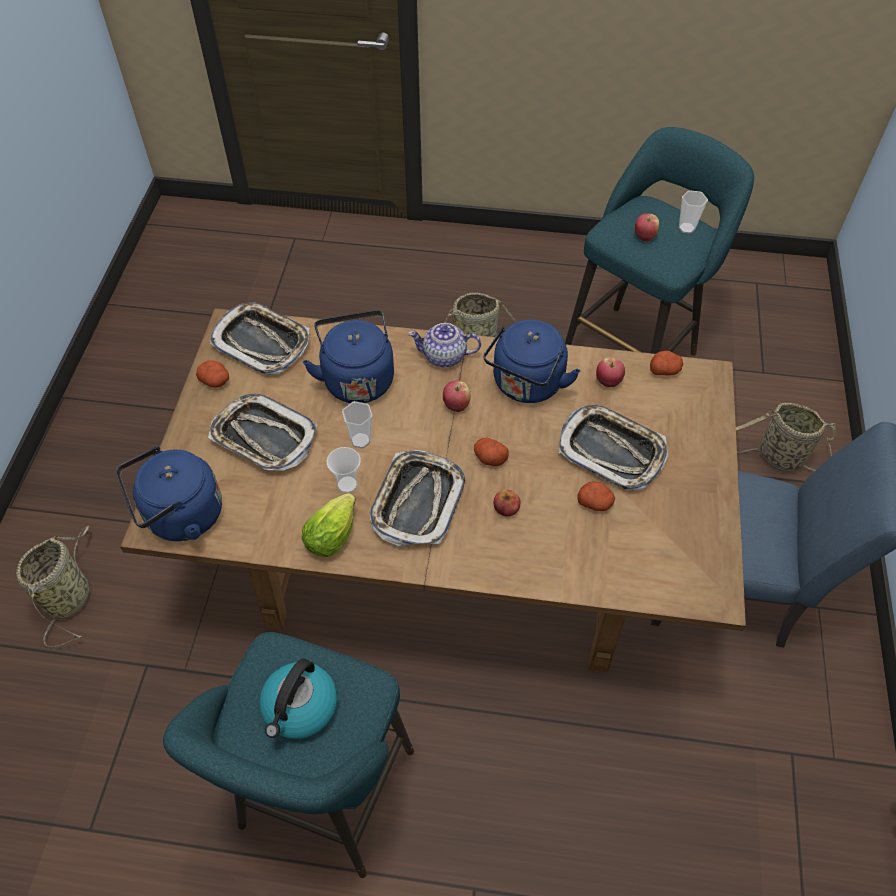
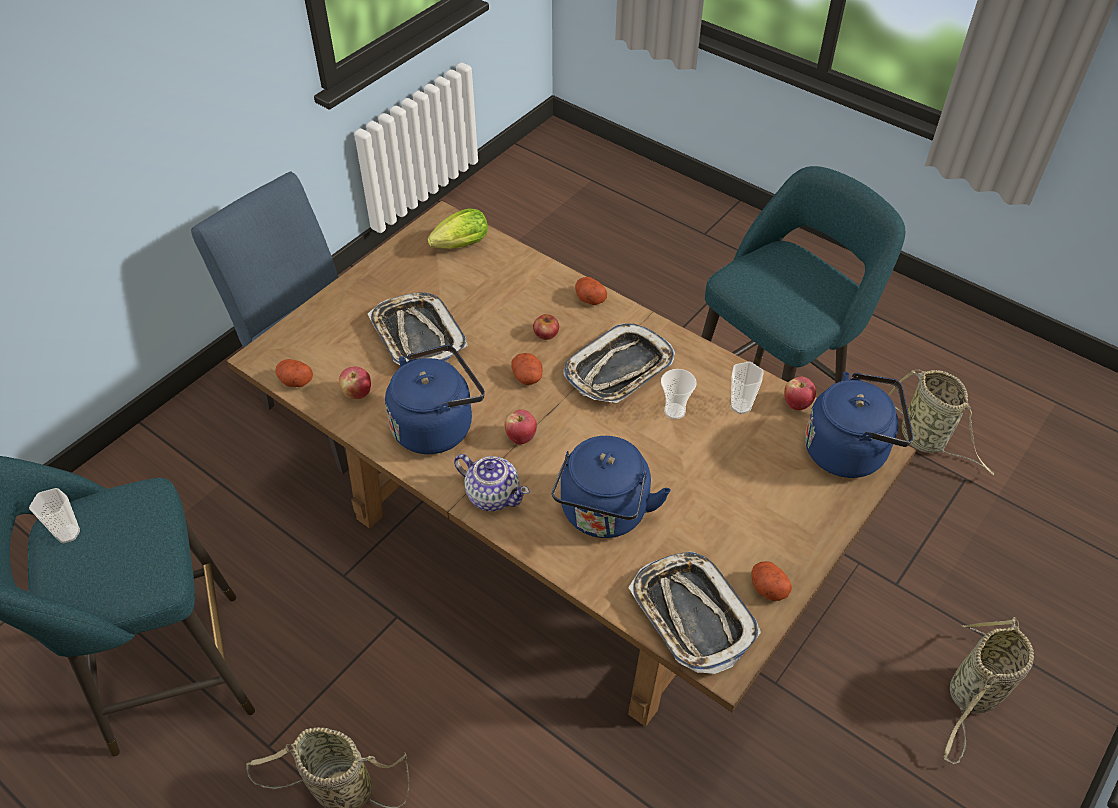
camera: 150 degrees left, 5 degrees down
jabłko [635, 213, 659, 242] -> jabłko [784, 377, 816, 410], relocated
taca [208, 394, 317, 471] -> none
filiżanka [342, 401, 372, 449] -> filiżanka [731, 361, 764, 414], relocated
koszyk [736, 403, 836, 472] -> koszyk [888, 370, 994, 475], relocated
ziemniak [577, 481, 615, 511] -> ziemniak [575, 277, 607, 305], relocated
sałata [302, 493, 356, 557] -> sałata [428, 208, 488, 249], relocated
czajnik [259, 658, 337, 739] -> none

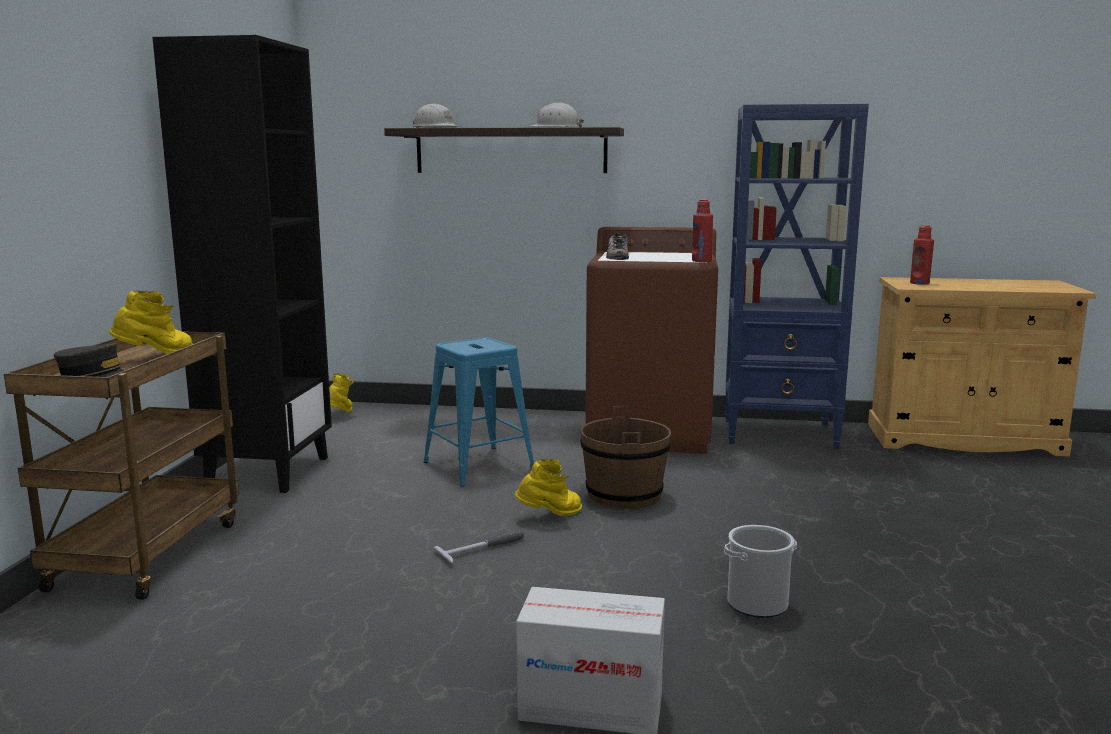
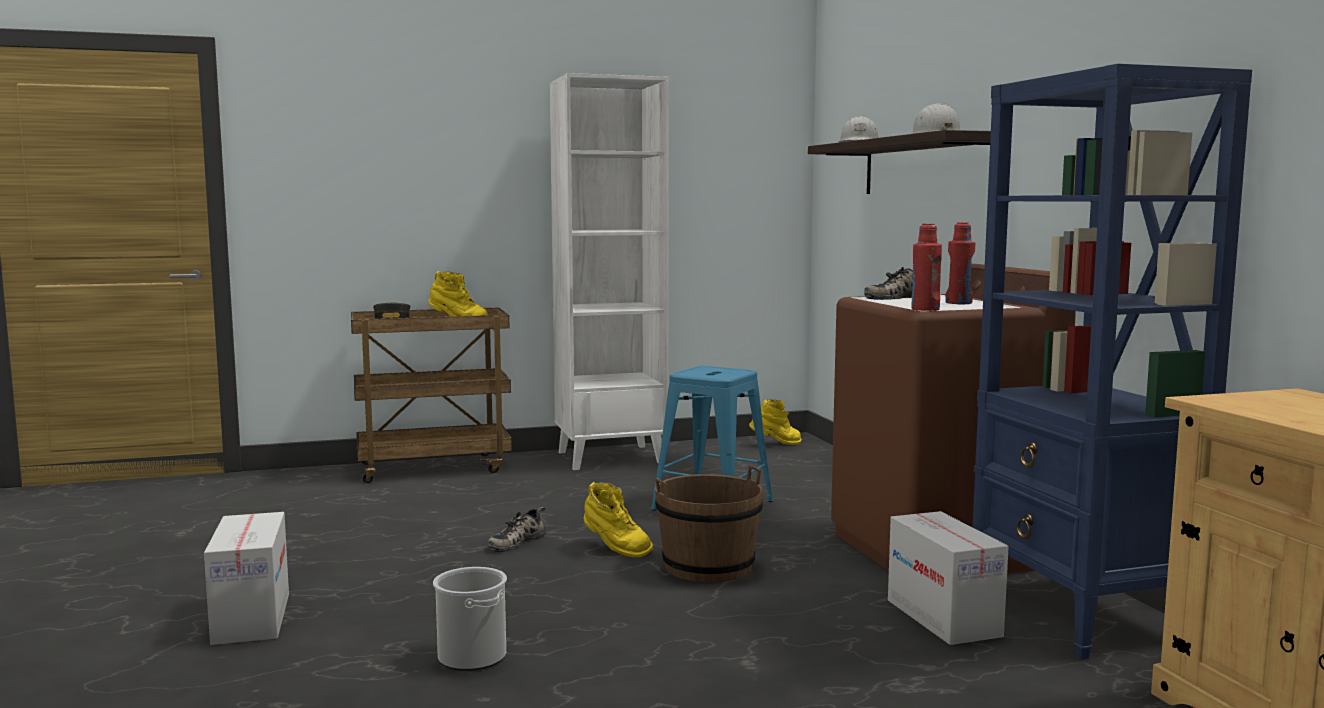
camera: 65 degrees right, 5 degrees down
regał [czarny] [152, 35, 332, 493] -> regał [biały] [550, 73, 669, 470]
butelka [czerwony] [910, 225, 934, 285] -> butelka [czerwony] [945, 222, 975, 304], relocated
młotek [433, 530, 524, 563] -> but [488, 507, 546, 552]
none -> karton [888, 511, 1009, 645]

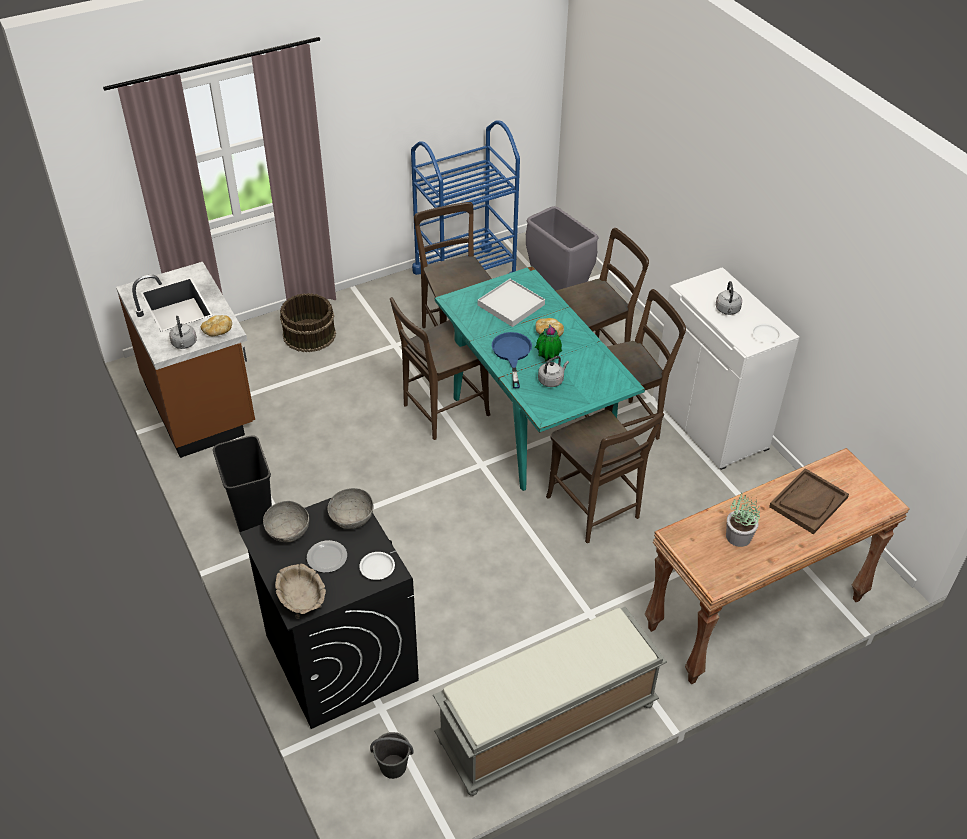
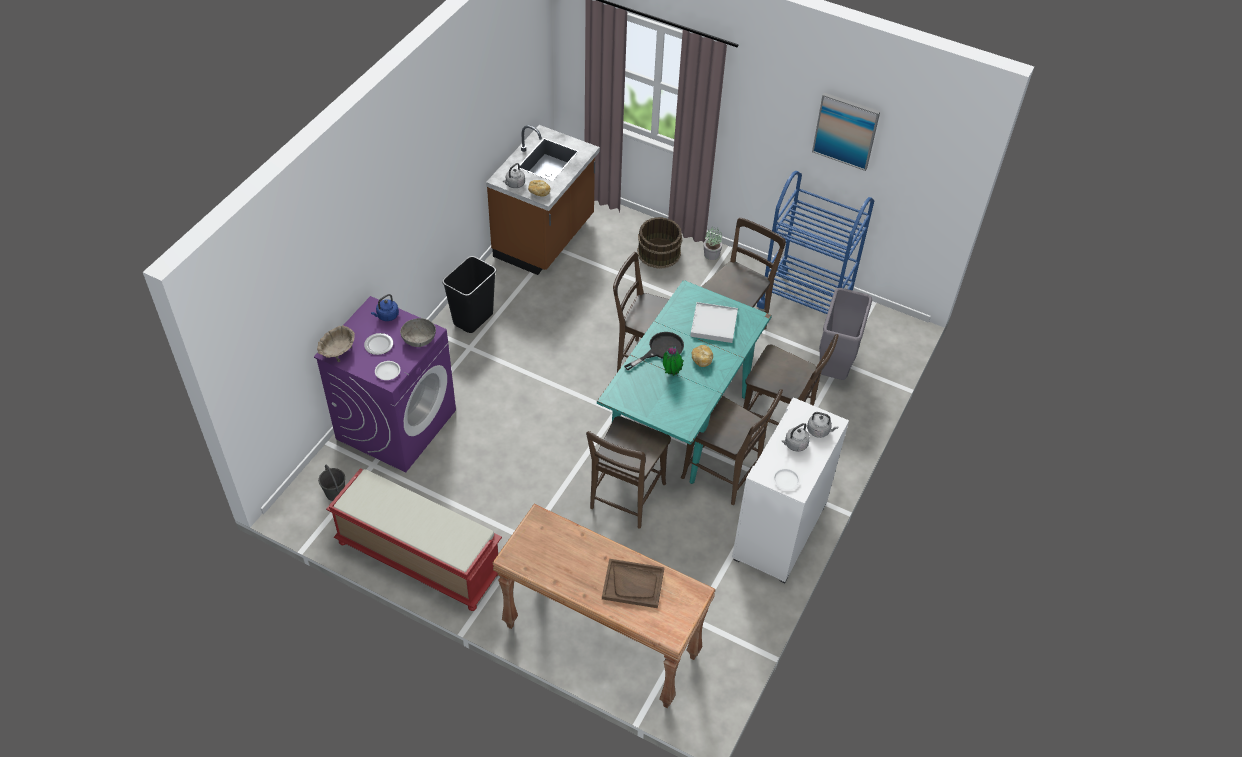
camera: 55 degrees right, 5 degrees up
patelnia [niebieski] [492, 332, 532, 388] -> patelnia [czarny] [624, 332, 684, 370]
czajnik [szary] [538, 356, 569, 387] -> czajnik [szary] [807, 412, 838, 438], relocated
roślina doniczkowa [726, 493, 760, 547] -> roślina doniczkowa [704, 228, 722, 260], relocated
pralka [czarny] [240, 498, 419, 729] -> pralka [fioletowy] [314, 296, 456, 472]
miska [szary] [263, 501, 309, 542] -> czajnik [niebieski] [371, 294, 399, 321]
ławka [szary] [433, 607, 667, 796] -> ławka [czerwony] [326, 468, 502, 611]
none -> obraz [812, 93, 880, 171]

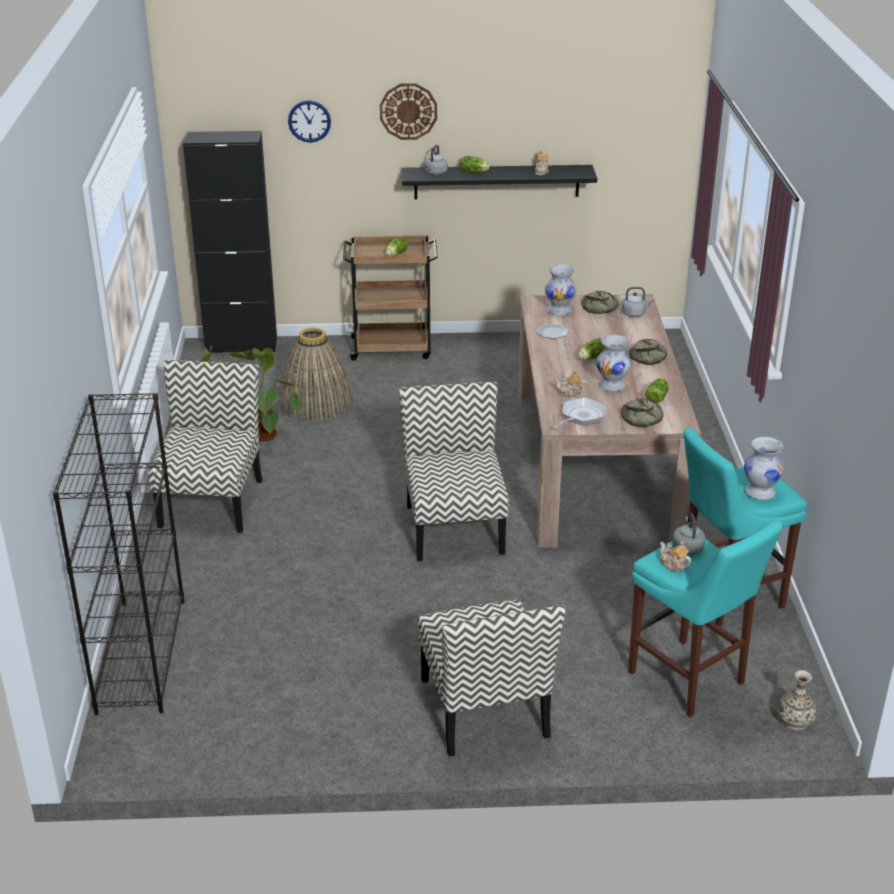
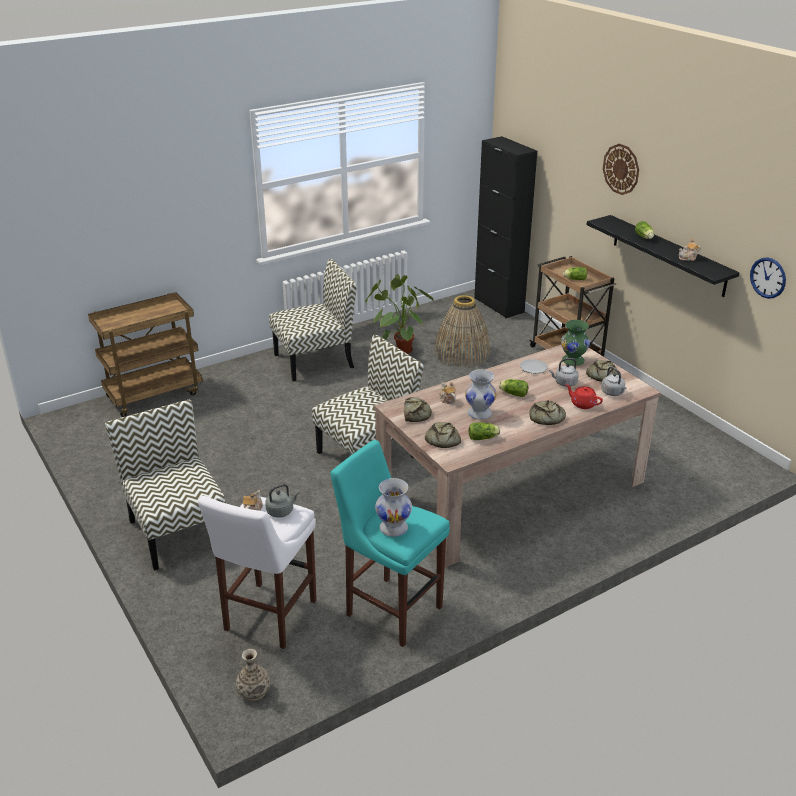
camera: 60 degrees right, 0 degrees up
zegar ścienny [288, 100, 331, 143] -> zegar ścienny [750, 257, 786, 299], relocated
czajnik [szary] [425, 145, 447, 175] -> czajnik [szary] [549, 358, 579, 387], relocated
wazon [biały] [545, 264, 577, 316] -> wazon [zielony] [561, 320, 590, 366]
regał [czarny] [53, 392, 184, 715] -> wózek [brązowy] [88, 292, 202, 417]
patelnia [553, 397, 606, 429] -> chleb [404, 397, 432, 422]
stołek [turkusowy] [628, 520, 783, 717] -> stołek [biały] [198, 496, 317, 649]
krzesło [418, 600, 566, 757] -> krzesło [105, 400, 226, 571], 105 degrees clockwise
none -> imbryk [czerwony] [566, 385, 603, 409]

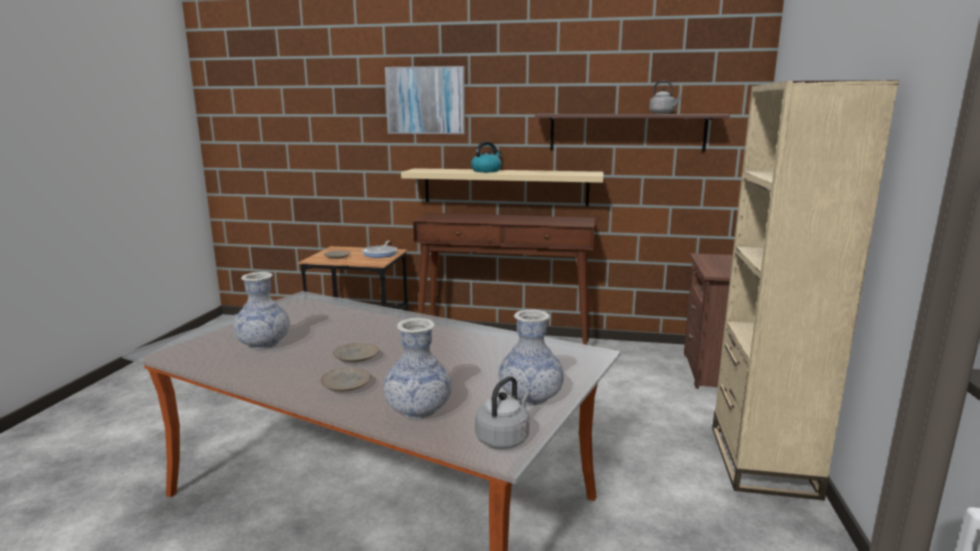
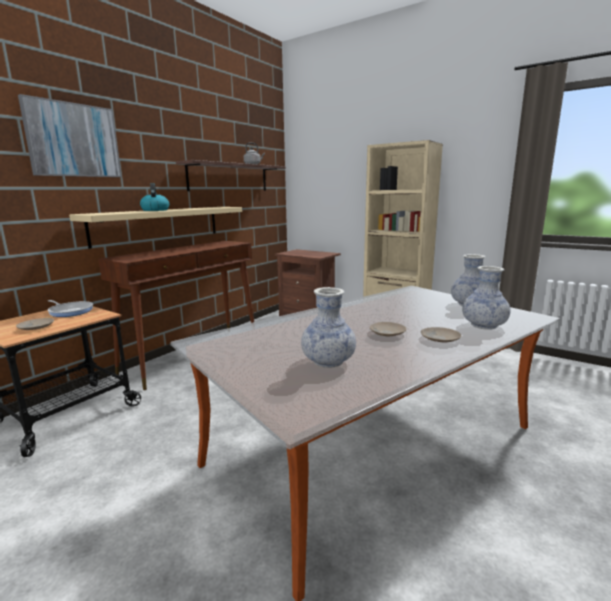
camera: 65 degrees left, 0 degrees up
czajnik [szary] [475, 376, 530, 449] -> none

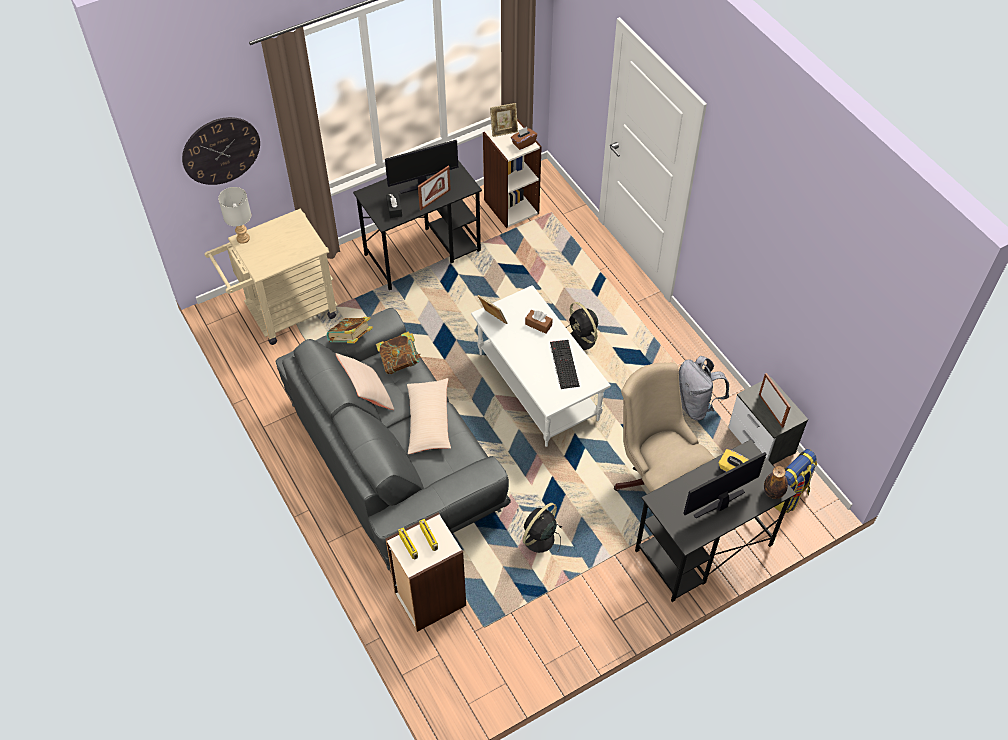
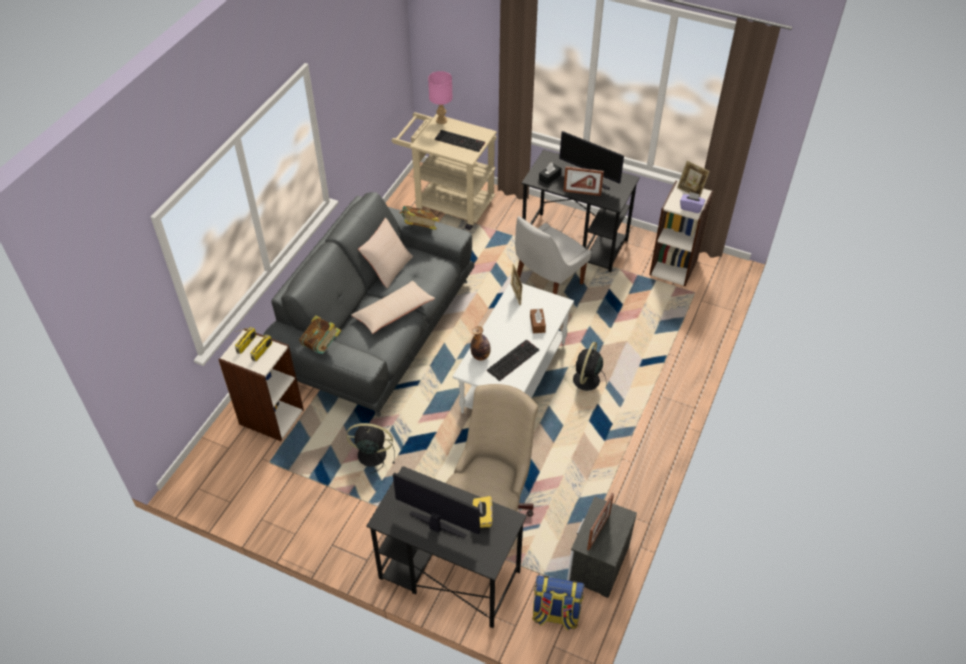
camera: 55 degrees right, 5 degrees down
zegar ścienny [182, 117, 260, 185] -> none
pudełko chusteczek [brązowy] [511, 127, 537, 150] -> pudełko chusteczek [fioletowy] [680, 192, 705, 213]
lampa stołowa [szary] [218, 187, 251, 244] -> lampa stołowa [różowy] [428, 71, 453, 124]
książka [376, 332, 421, 374] -> książka [299, 315, 342, 354], relocated
plecak [szary] [679, 356, 729, 420] -> none
butelka [764, 466, 788, 499] -> butelka [470, 326, 491, 361], relocated
none -> klawiatura [435, 130, 485, 152]
none -> krzesło [biały] [515, 216, 591, 295]

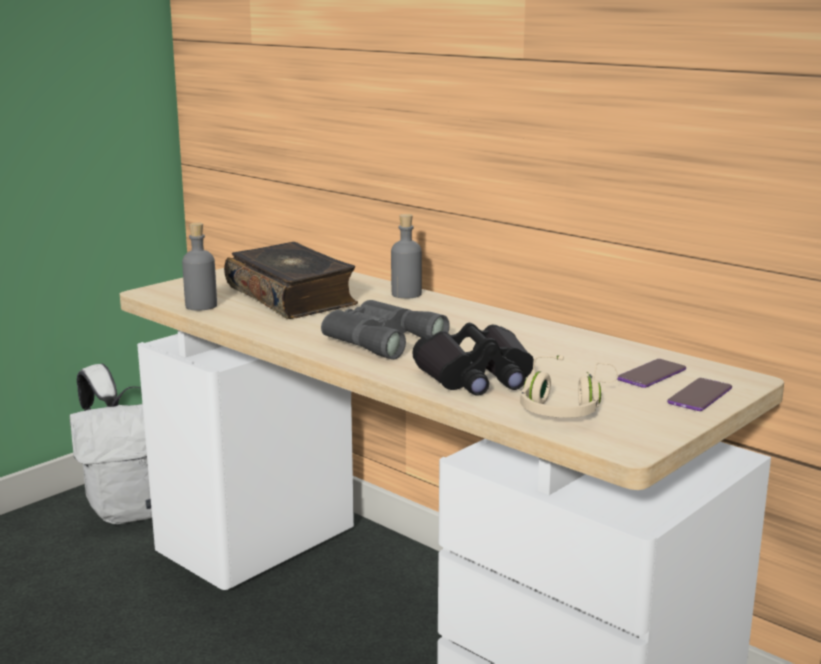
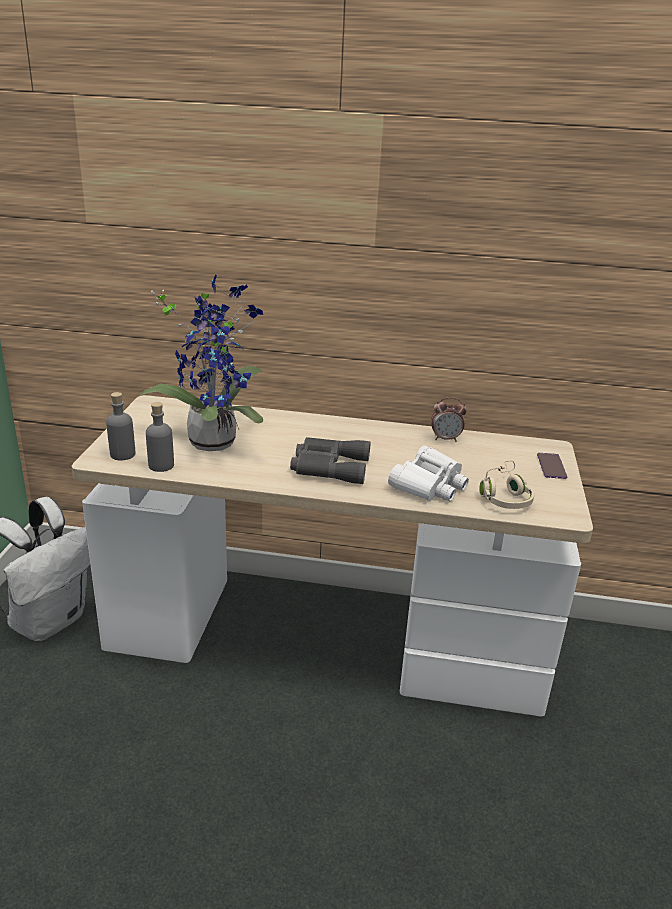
camera: 35 degrees left, 10 degrees up
butelka [szary] [391, 214, 422, 299] -> butelka [szary] [106, 392, 135, 460], relocated
książka [224, 242, 358, 319] -> roślina doniczkowa [139, 275, 263, 451]
lornetka [czarny] [412, 323, 534, 396] -> lornetka [biały] [388, 446, 469, 501]
telefon [617, 359, 686, 388] -> none
none -> budzik [431, 397, 467, 442]

